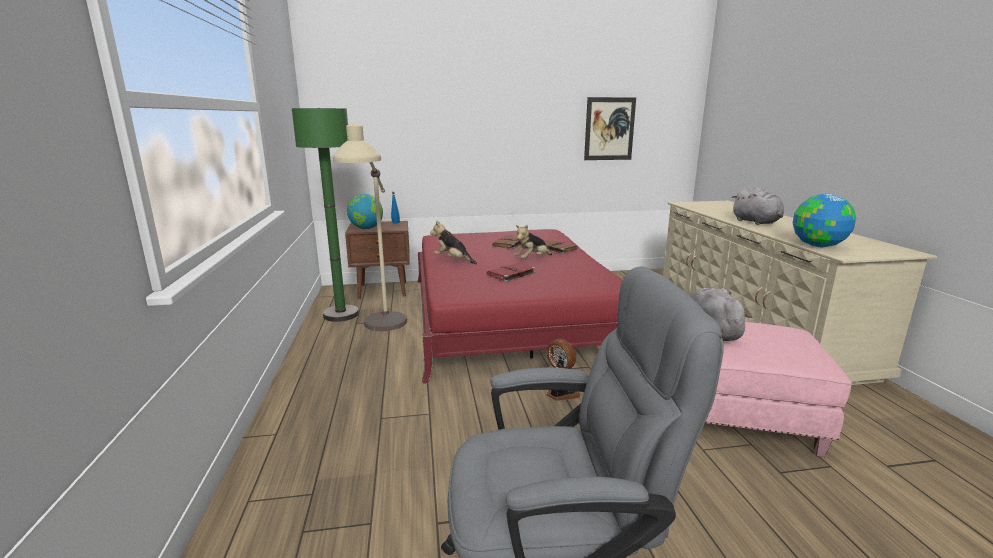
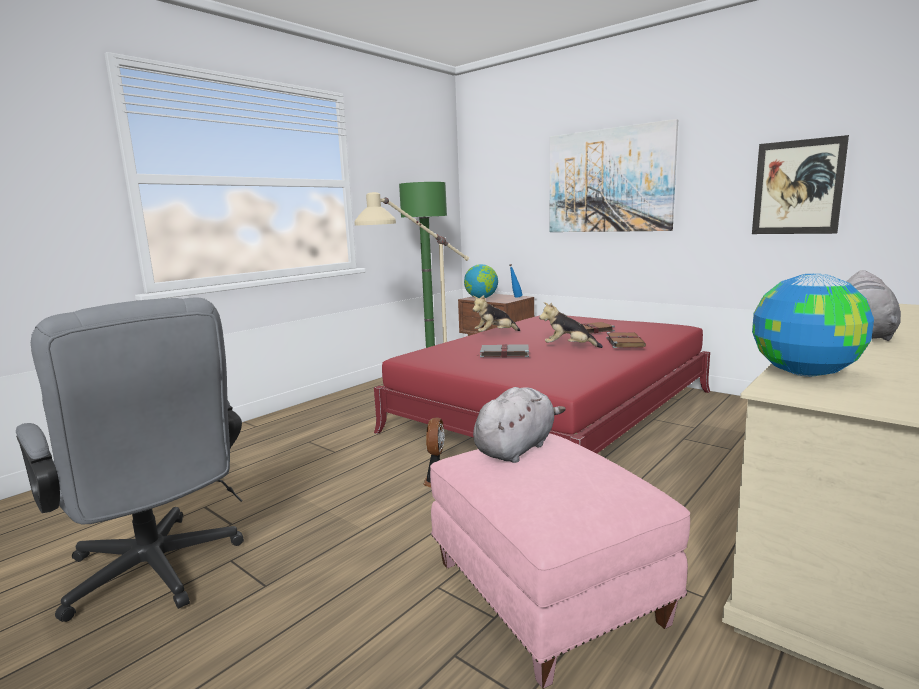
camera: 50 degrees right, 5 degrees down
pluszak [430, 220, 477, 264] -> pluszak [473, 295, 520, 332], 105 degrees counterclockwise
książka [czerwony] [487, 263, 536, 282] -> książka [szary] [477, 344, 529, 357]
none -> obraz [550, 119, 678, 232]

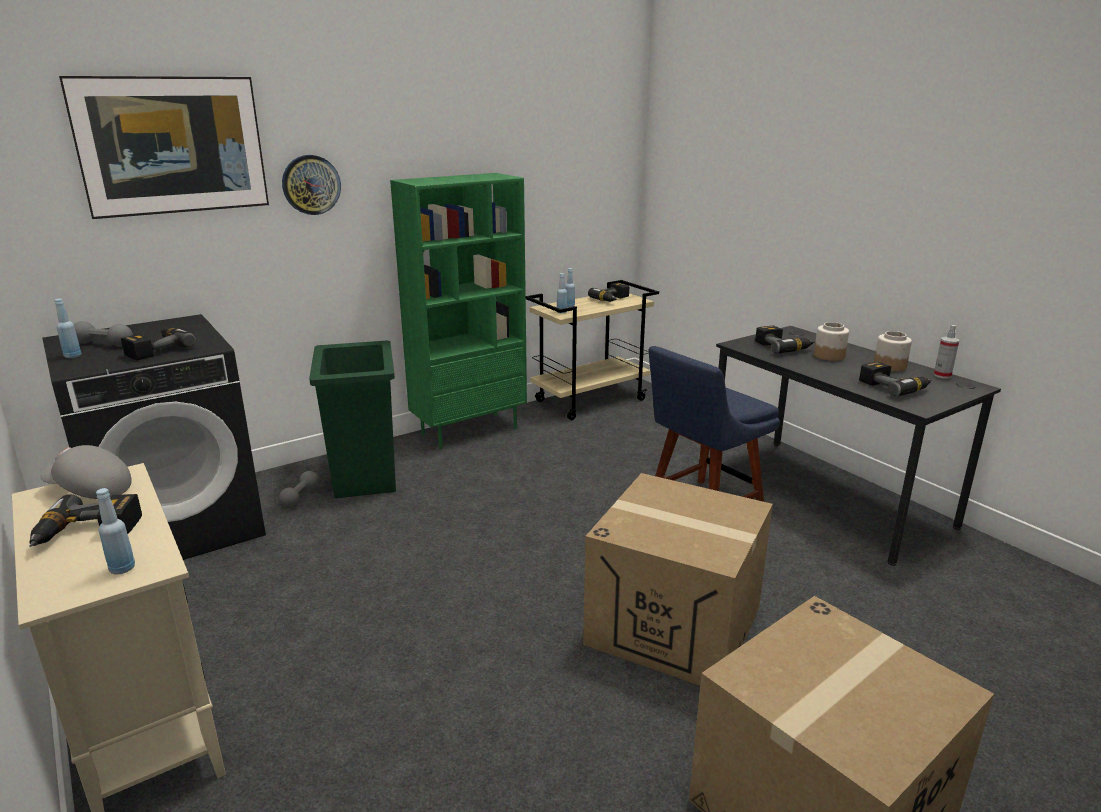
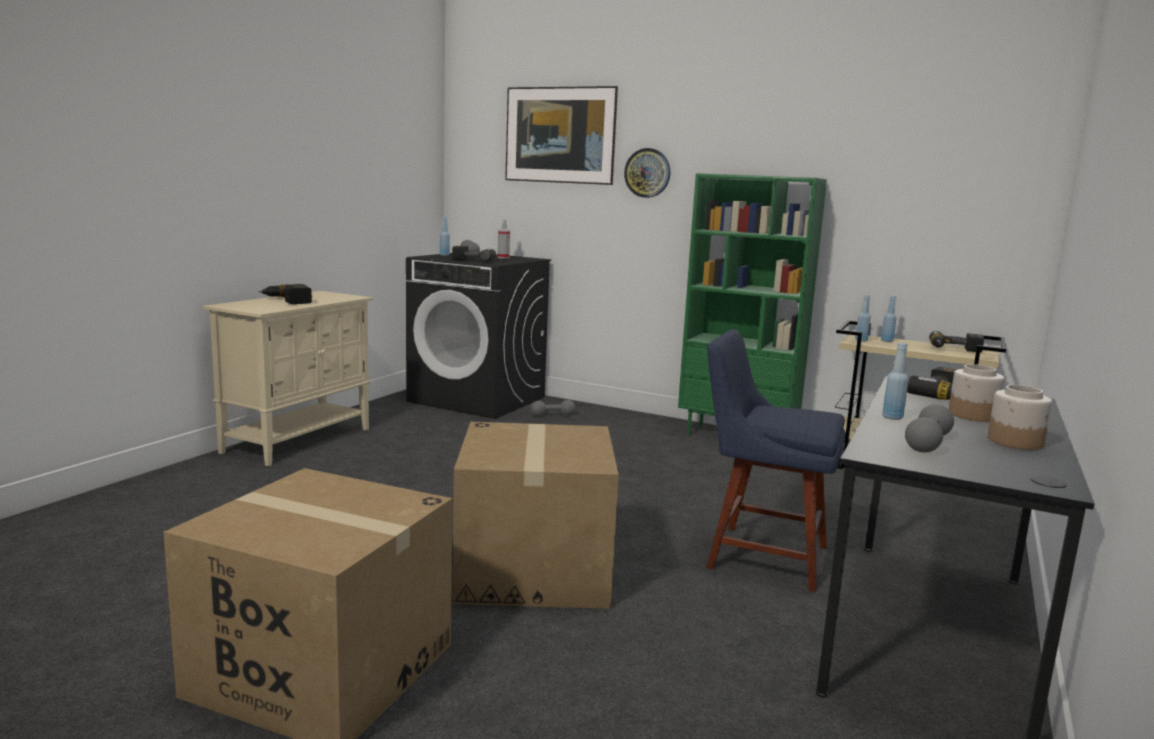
camera: 60 degrees right, 10 degrees down
spryskiwacz [934, 325, 959, 379] -> spryskiwacz [498, 220, 510, 259], relocated
kosz na śmieci [zielony] [309, 341, 396, 498] -> none
wiertarka [859, 362, 932, 397] -> hantel [szary] [905, 404, 954, 453]
czapka z daszkiem [szary] [40, 445, 132, 499] -> none
butelka [niebieski] [96, 488, 135, 574] -> butelka [niebieski] [882, 343, 908, 420], relocated

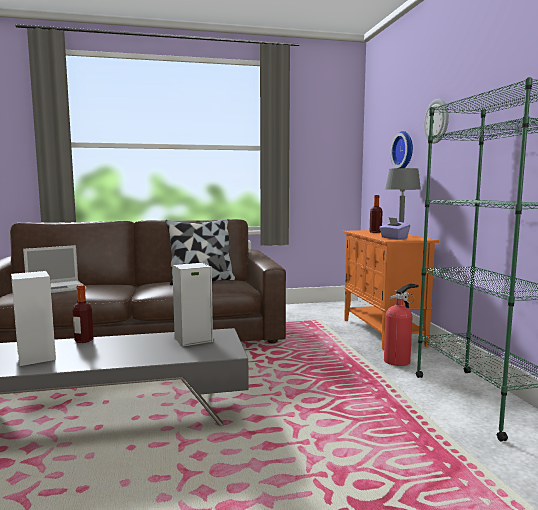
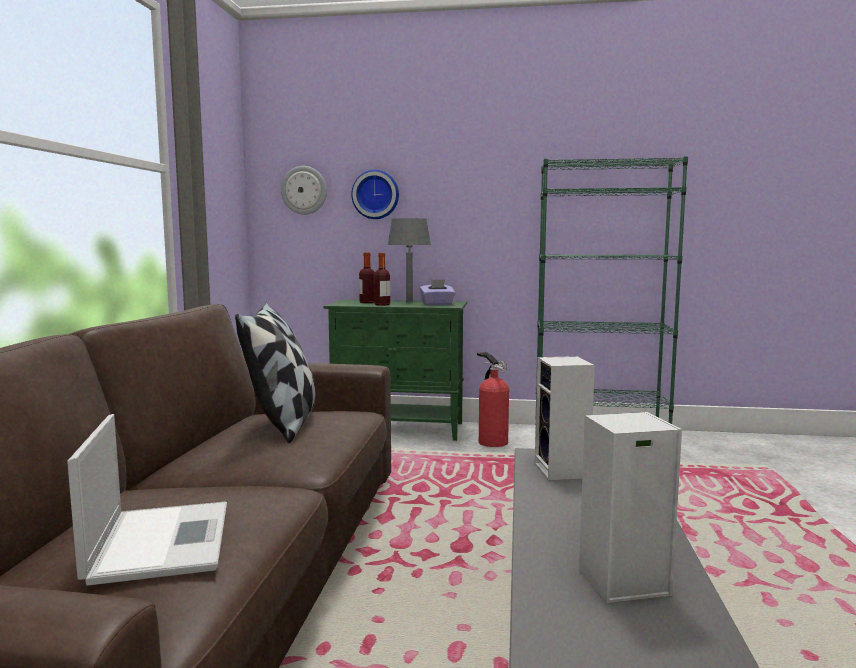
camera: 70 degrees left, 0 degrees up
zegar ścienny [424, 99, 449, 143] -> zegar ścienny [281, 166, 327, 215], relocated
szafka [pomarańczowy] [343, 230, 439, 350] -> szafka [zielony] [324, 300, 467, 441]
butelka [72, 285, 94, 343] -> butelka [374, 253, 390, 306], relocated

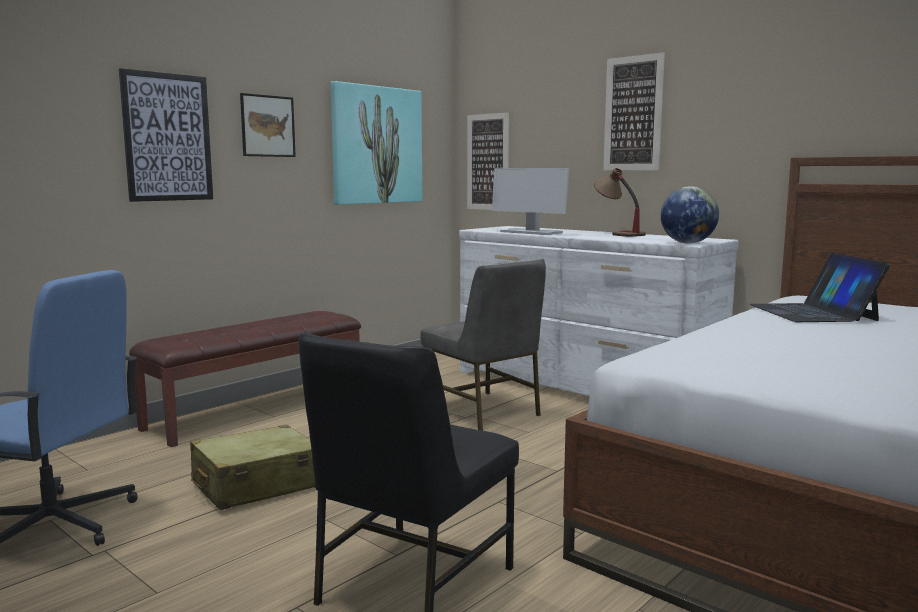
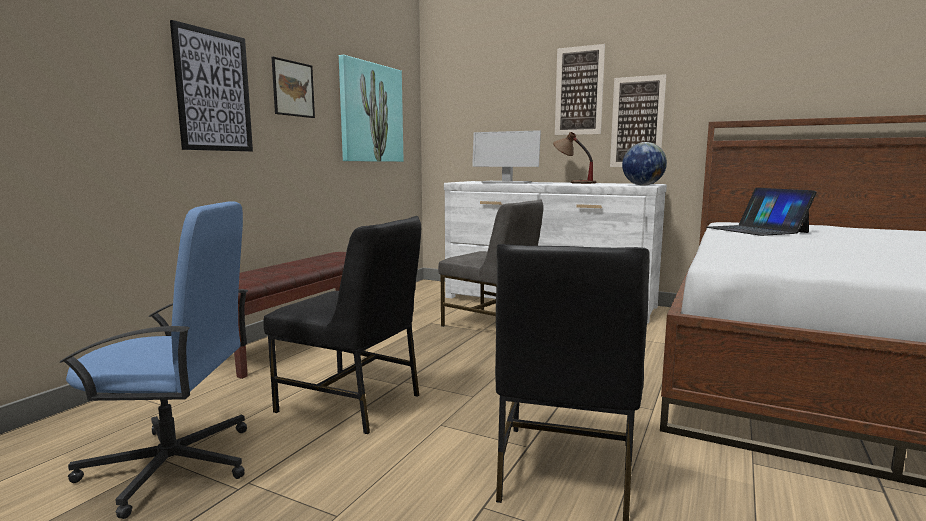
camera: 15 degrees left, 0 degrees up
obraz [467, 112, 509, 210] -> obraz [610, 74, 666, 167], relocated
walizka [beżowy] [190, 425, 315, 510] -> krzesło [czarny] [263, 216, 421, 434]

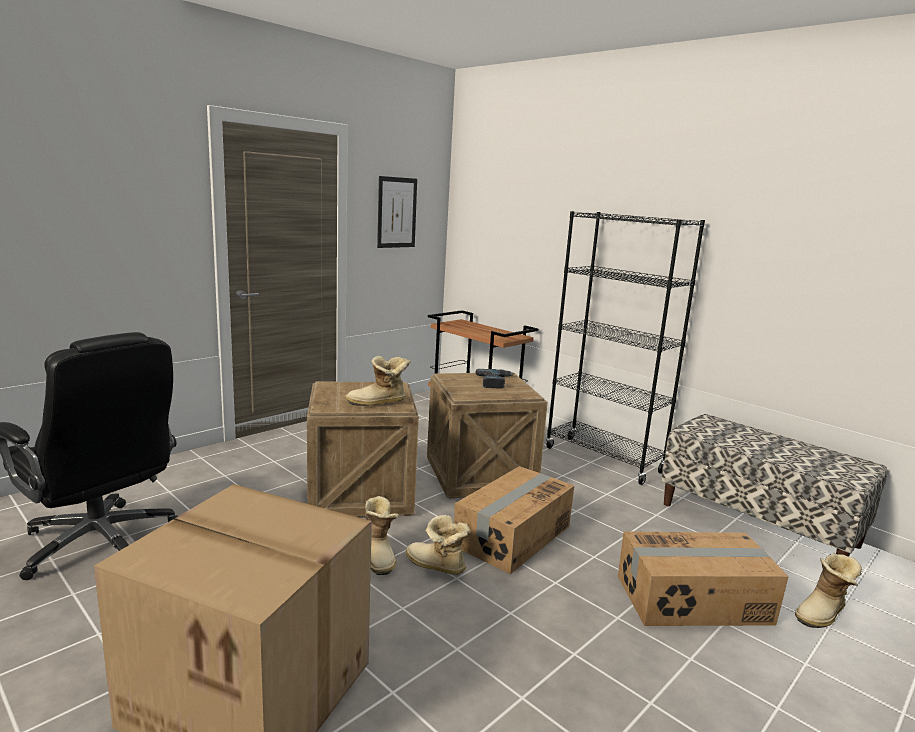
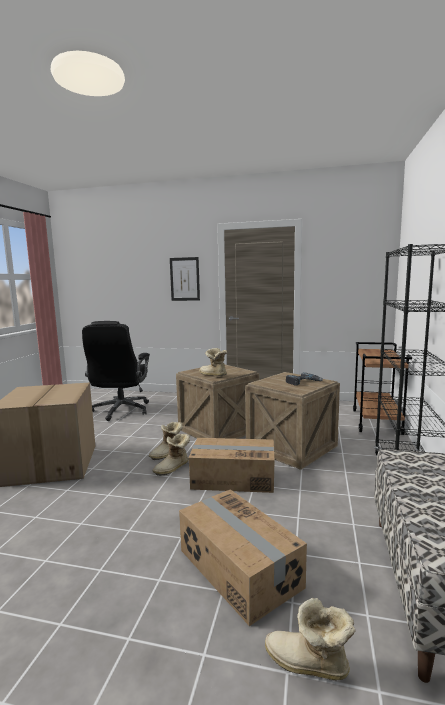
camera: 60 degrees right, 5 degrees down
obraz [377, 176, 417, 248] -> obraz [170, 257, 200, 301], relocated
but z cholewką [406, 515, 471, 575] -> but z cholewką [153, 433, 190, 476], 135 degrees counterclockwise

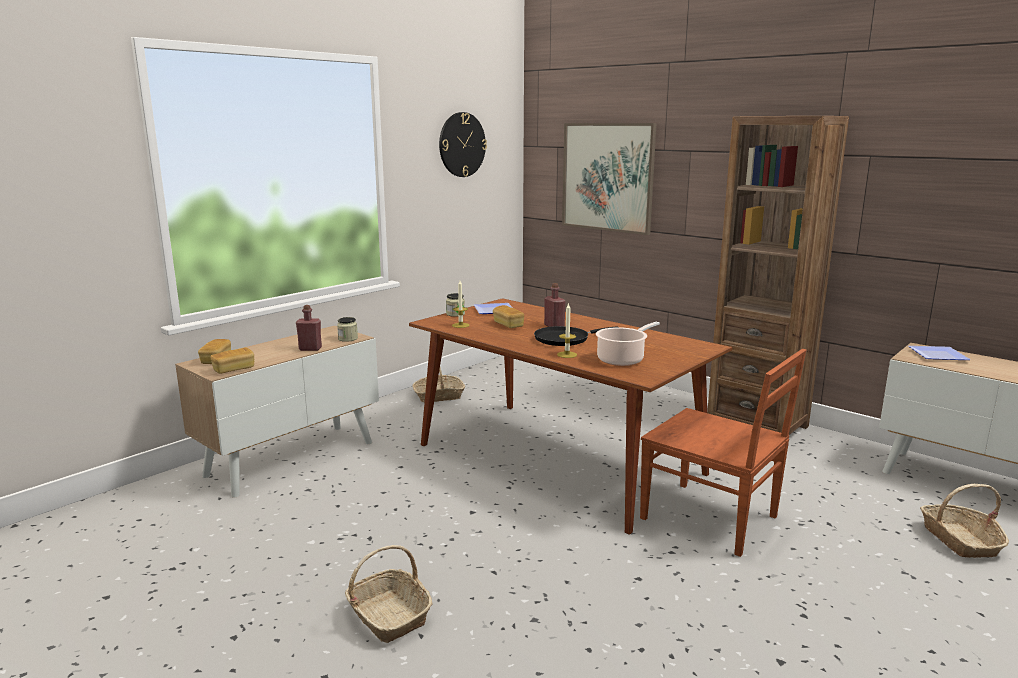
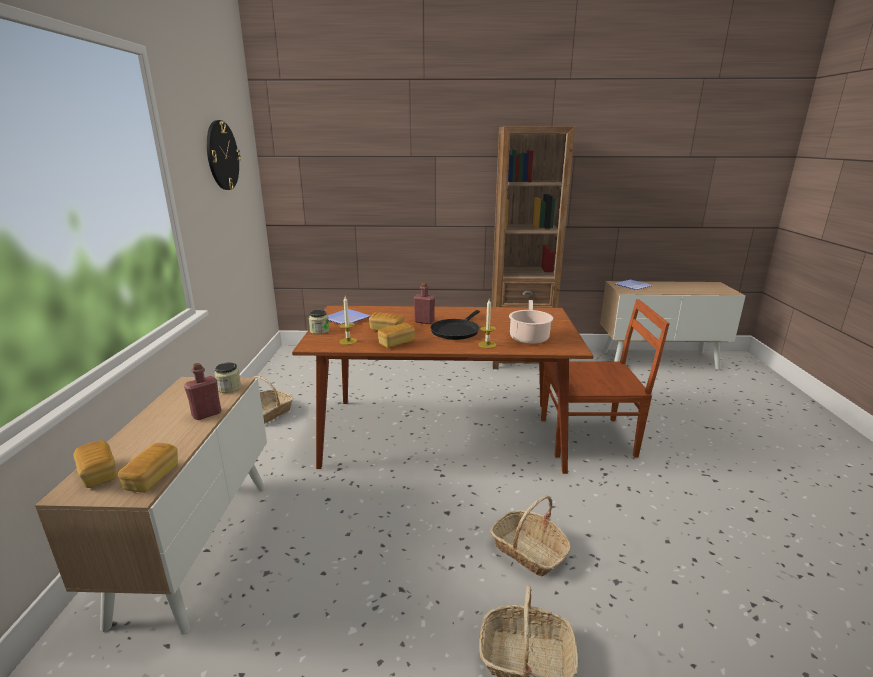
camera: 40 degrees left, 5 degrees up
obraz [562, 123, 656, 235] -> none
koszyk [920, 484, 1009, 558] -> koszyk [490, 495, 571, 577], relocated
none -> chleb [378, 323, 415, 348]

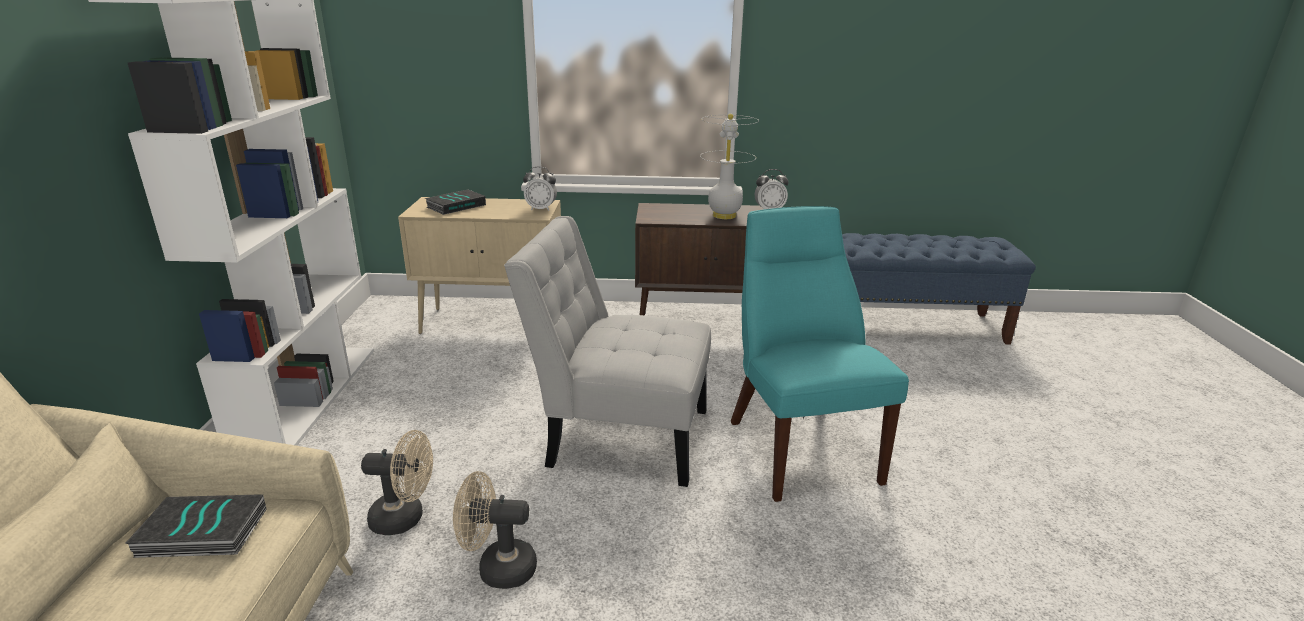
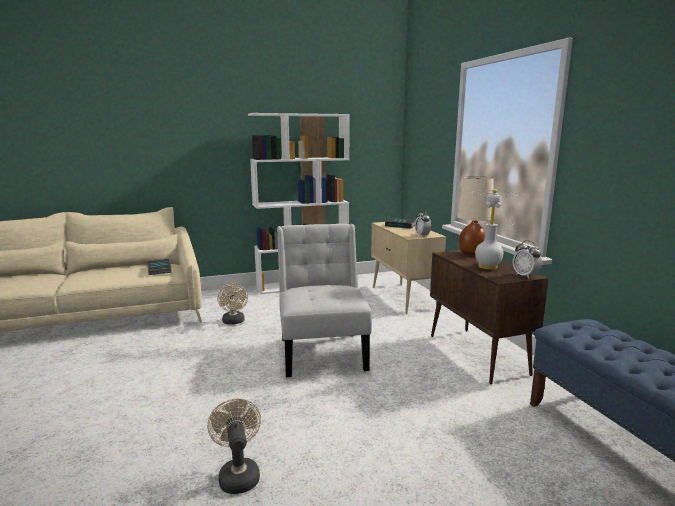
camera: 70 degrees right, 10 degrees down
krzesło [turkusowy] [731, 206, 909, 502] -> none
wentylator [beżowy] [453, 471, 537, 589] -> wentylator [beżowy] [207, 398, 261, 494], relocated
none -> lampa stołowa [beżowy] [457, 176, 493, 255]

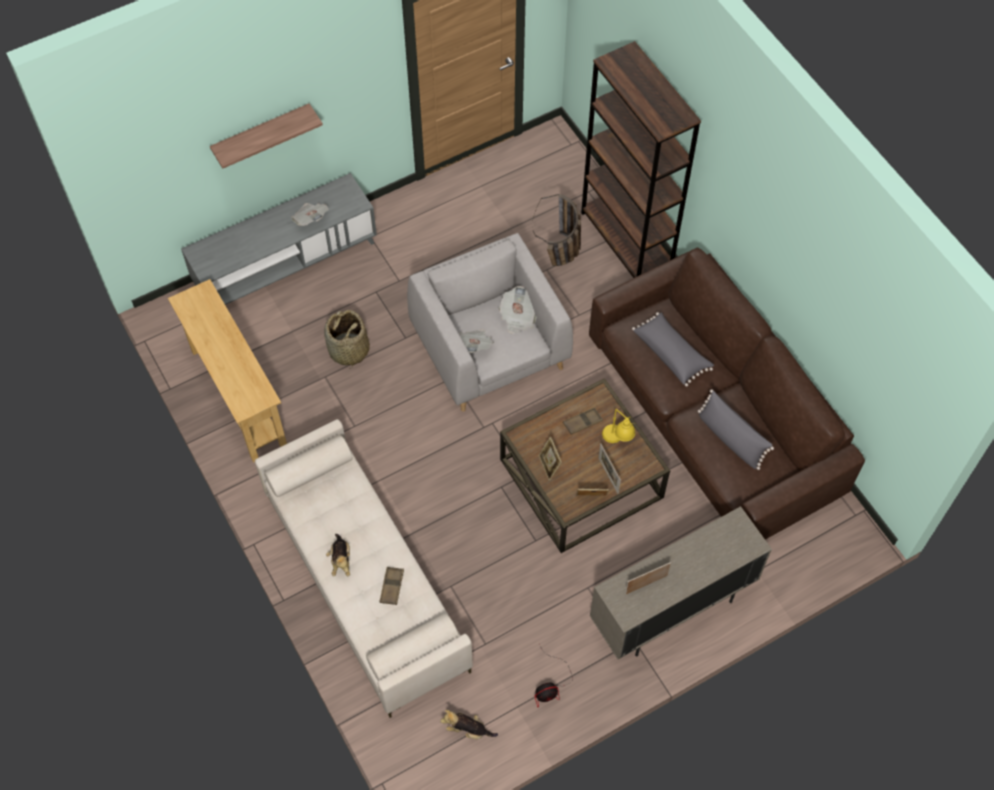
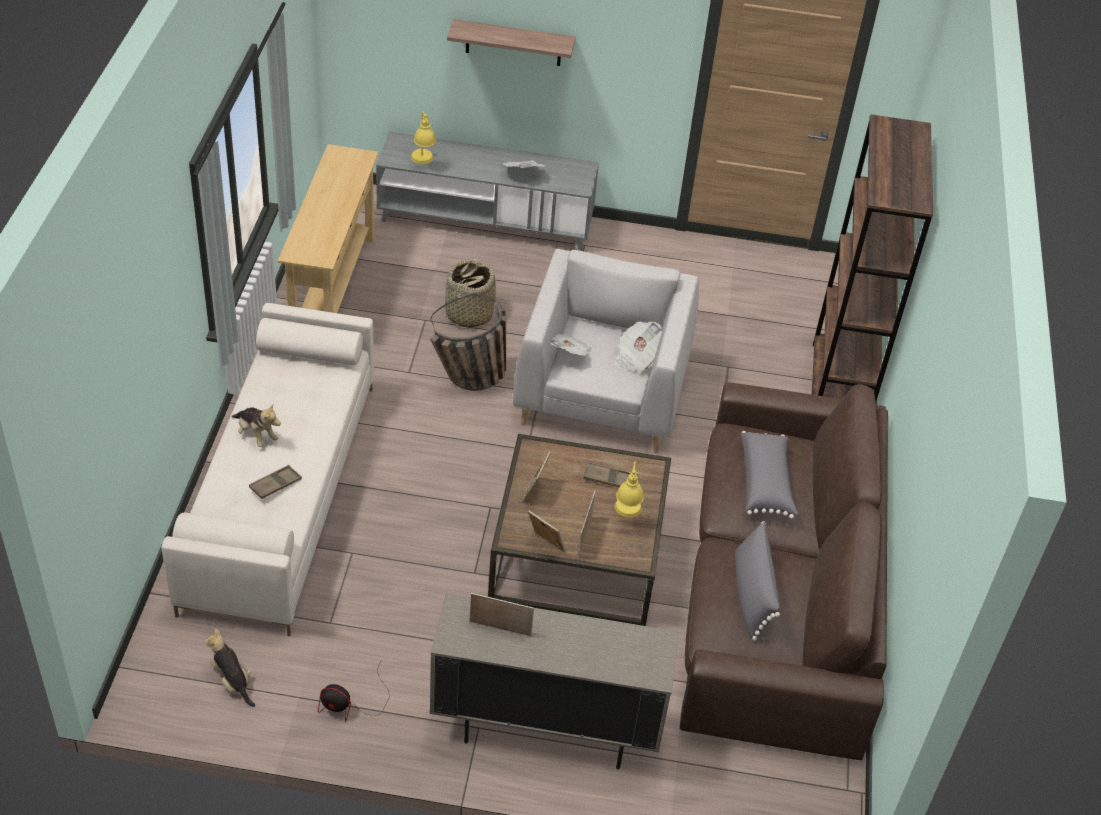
camera: 35 degrees right, 15 degrees down
koszyk [532, 194, 581, 266] -> koszyk [430, 293, 506, 391], relocated
pluszak [326, 534, 350, 577] -> pluszak [232, 405, 281, 447], 75 degrees counterclockwise
none -> lampa stołowa [żółty] [411, 111, 436, 164]

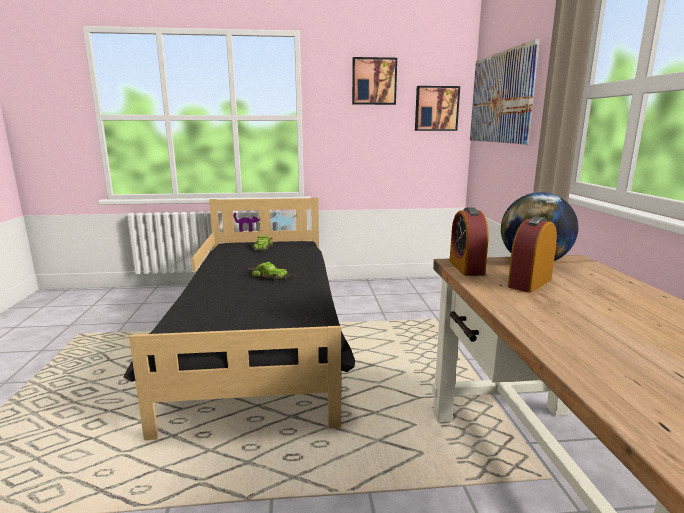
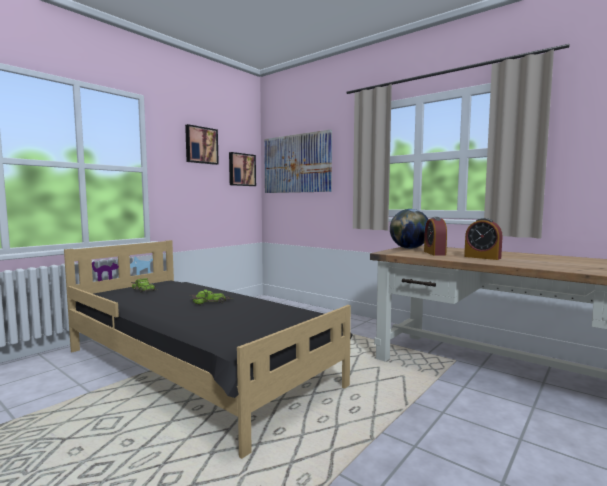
camera: 45 degrees left, 10 degrees down
budzik [449, 207, 489, 276] -> budzik [464, 218, 503, 260], relocated

